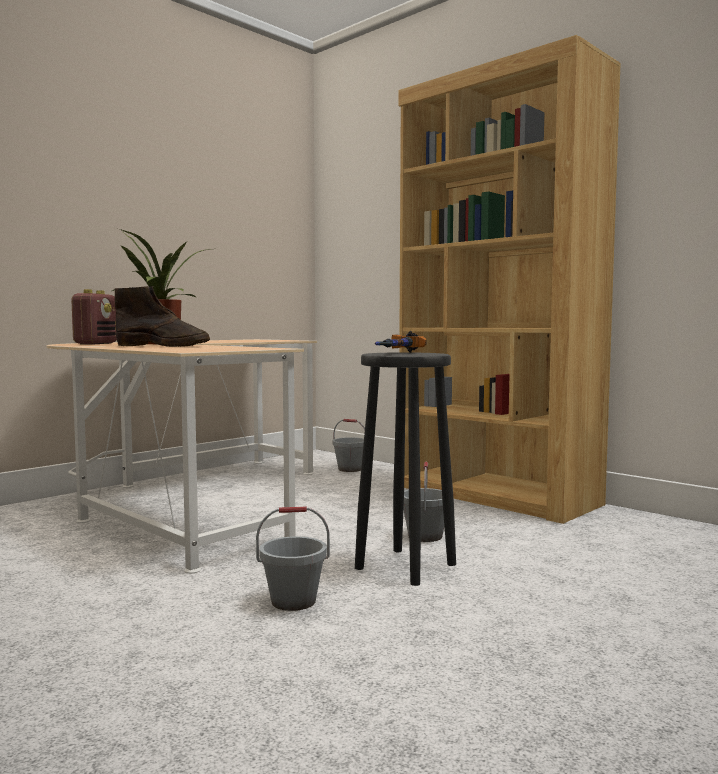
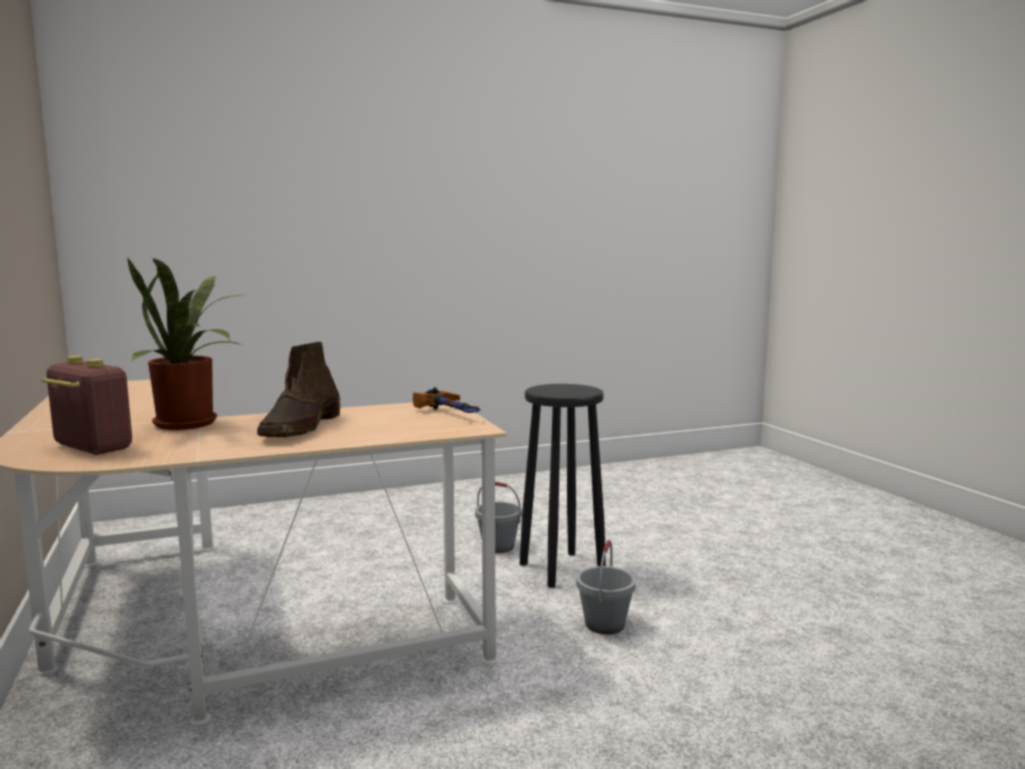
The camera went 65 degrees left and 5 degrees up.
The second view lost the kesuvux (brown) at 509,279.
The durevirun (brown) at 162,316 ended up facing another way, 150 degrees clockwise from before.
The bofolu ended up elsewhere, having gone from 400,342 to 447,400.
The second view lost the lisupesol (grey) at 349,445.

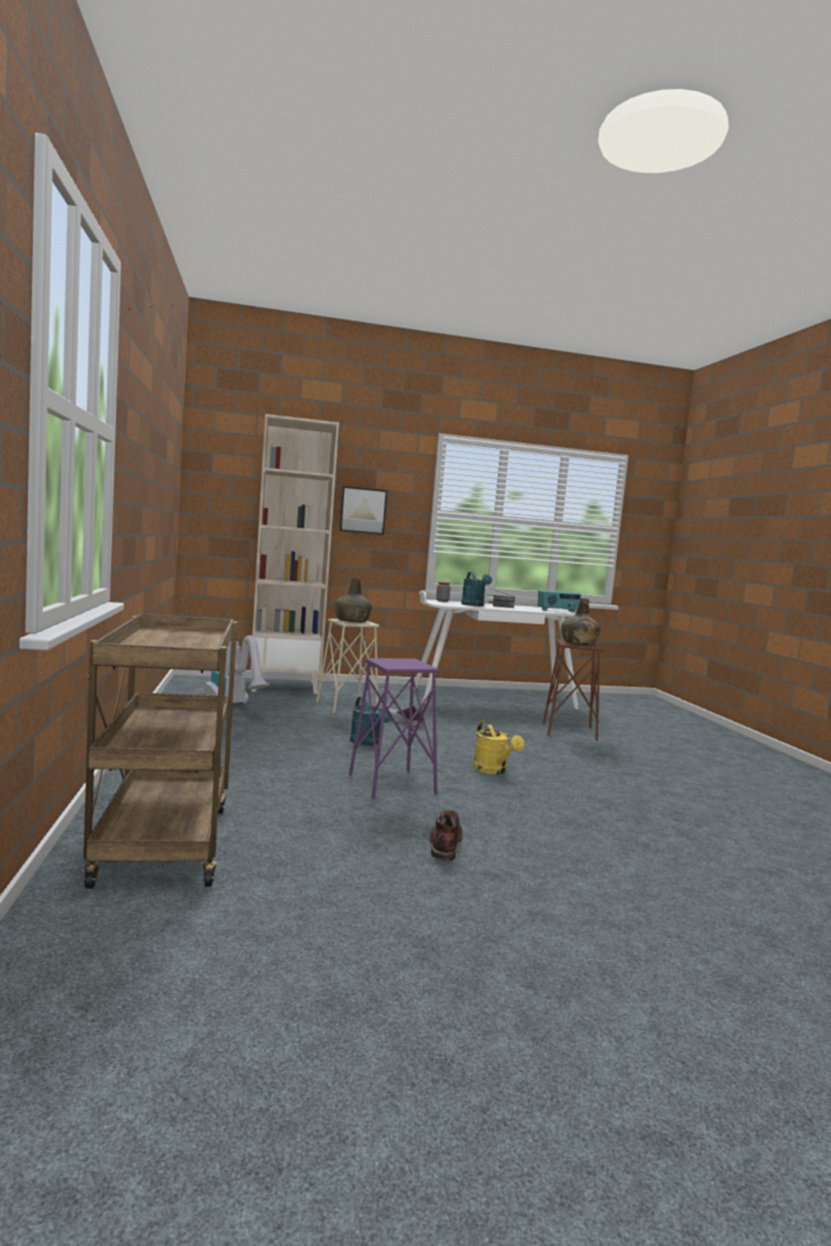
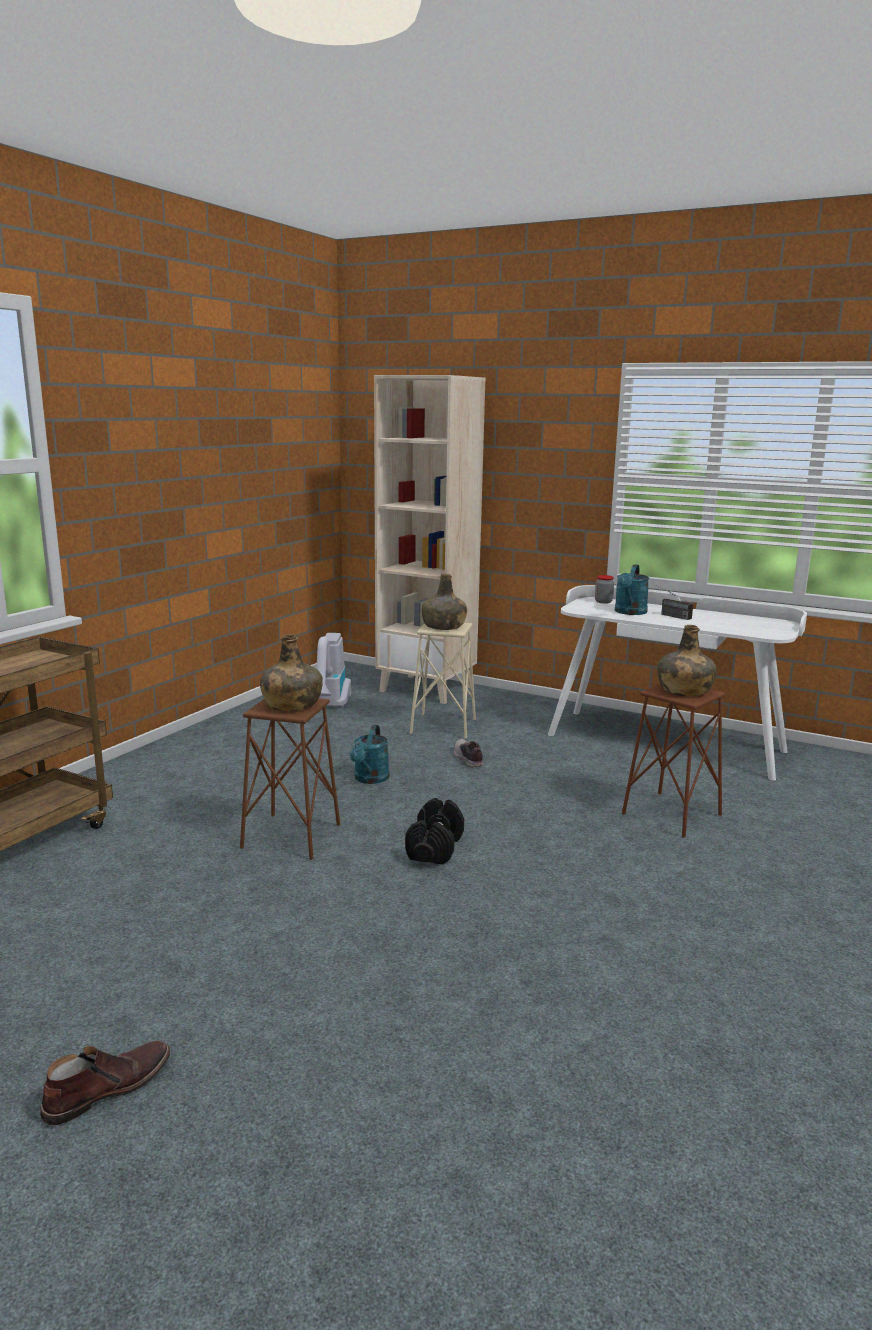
The camera went 40 degrees right and 10 degrees up.
The second view lost the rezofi at 363,510.
The second view lost the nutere at 559,601.
What was the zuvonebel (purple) at 394,728 turned into the zuvonebel (brown) at 290,779.
Where the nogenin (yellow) stood at 498,747, the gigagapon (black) came to stand at 434,831.
The durevirun (brown) ended up elsewhere, having gone from 446,835 to 105,1082.
The second view gained the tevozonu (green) at 291,672.

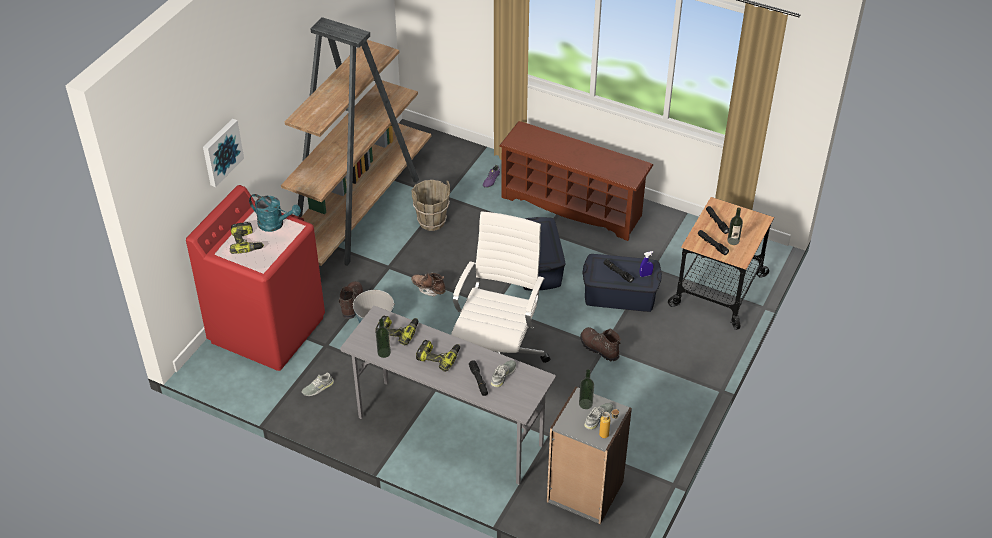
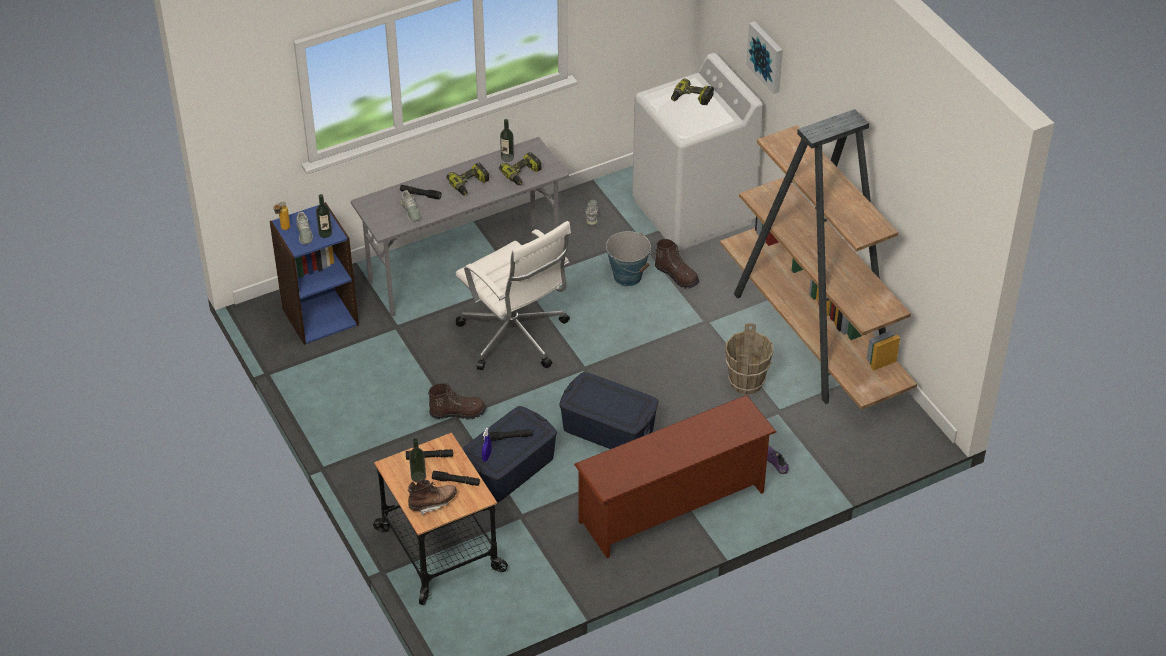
The camera went 125 degrees right and 0 degrees up.
What was the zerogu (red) at 255,278 turned into the zerogu (white) at 697,152.
The second view lost the nogenin (turquoise) at 275,213.
The durevirun (brown) ended up elsewhere, having gone from 428,285 to 432,497.
What was the kesuvux (grey) at 589,455 turned into the kesuvux (blue) at 314,273.

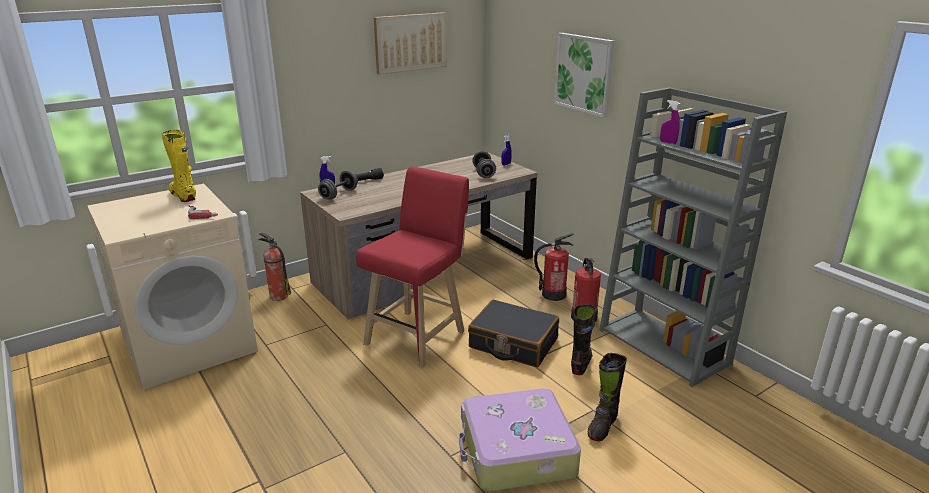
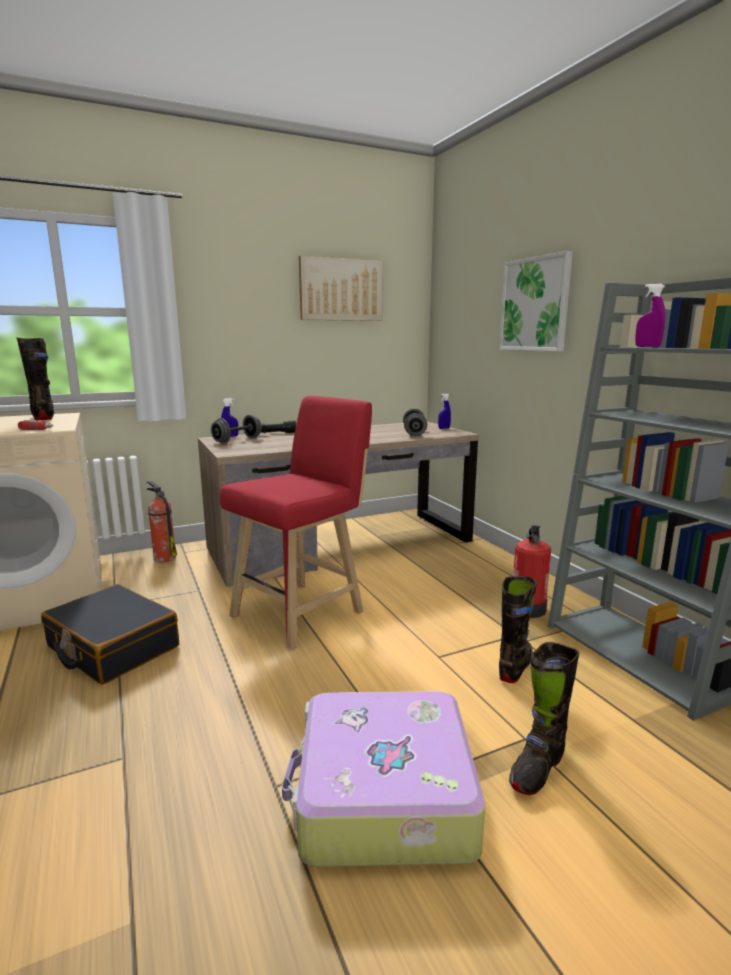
The camera went 10 degrees right and 10 degrees down.
What was the durevirun (yellow) at 179,166 turned into the durevirun (black) at 35,378.
The second view lost the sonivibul at 554,267.
The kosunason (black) ended up elsewhere, having gone from 513,333 to 110,634.

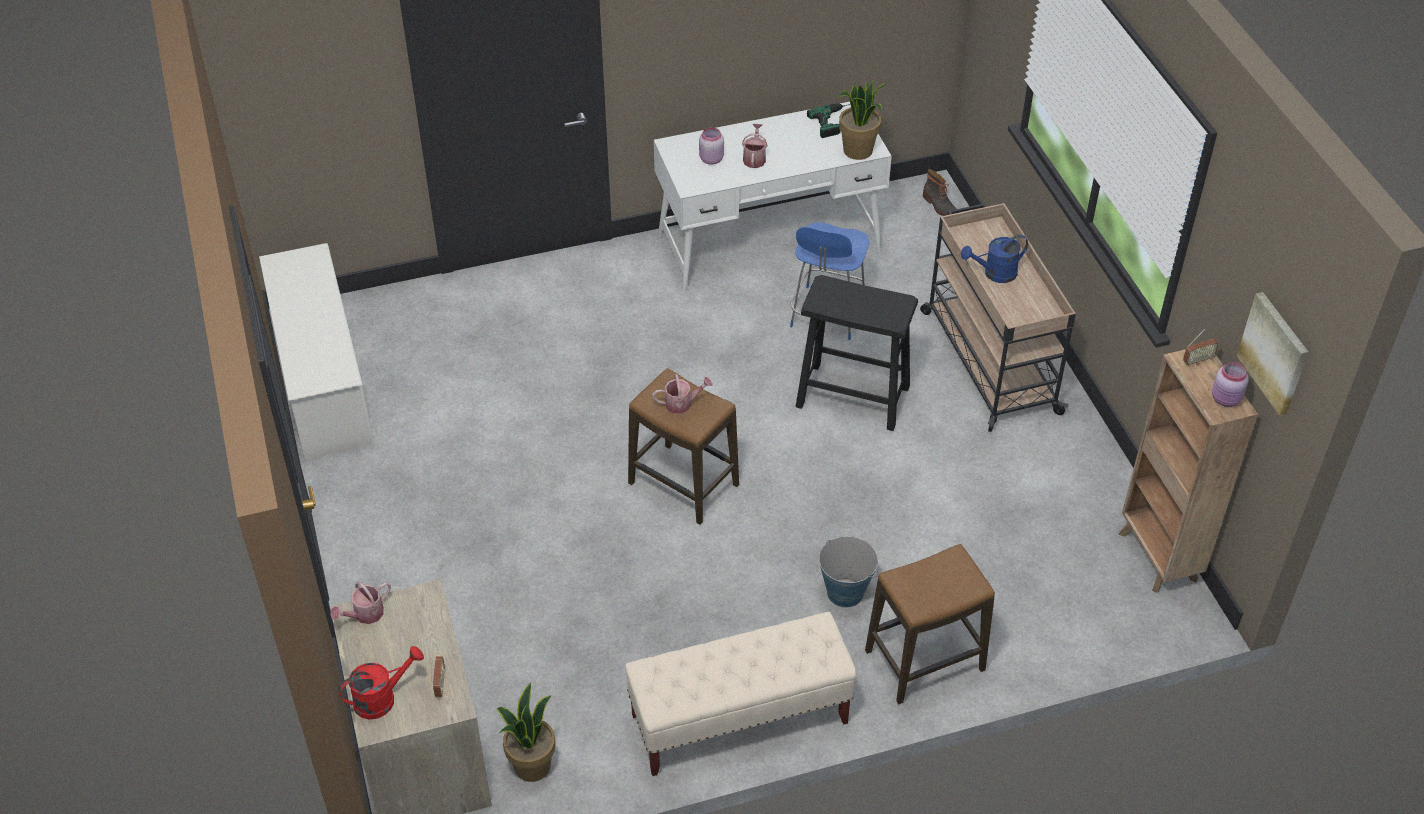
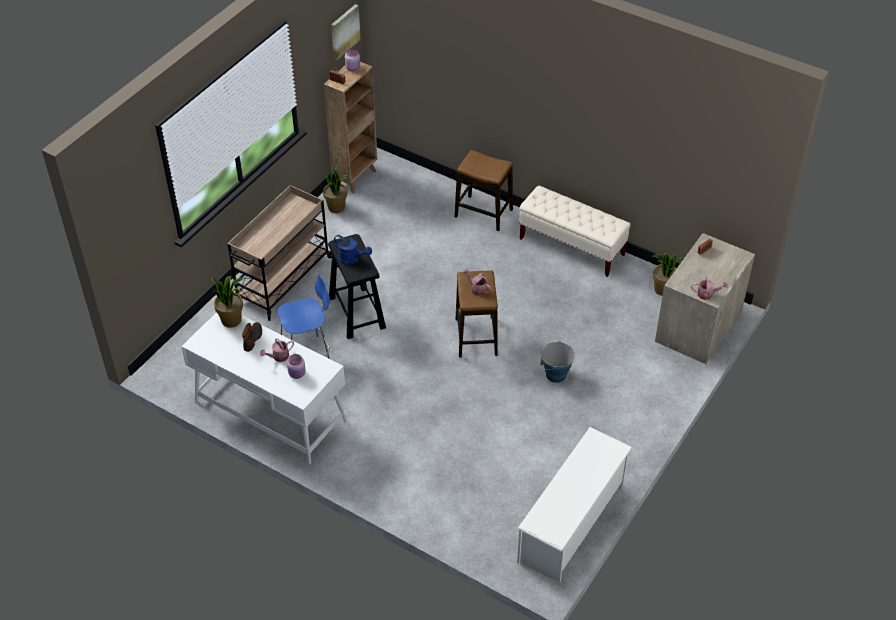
The camera went 130 degrees left and 0 degrees up.
The second view lost the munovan at 829,120.
The durevirun ended up elsewhere, having gone from 940,192 to 252,337.
The nogenin (blue) ended up elsewhere, having gone from 994,259 to 353,250.
The lisupesol ended up elsewhere, having gone from 848,572 to 557,362.
The second view lost the nogenin (red) at 381,683.
The second view gained the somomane at 336,189.

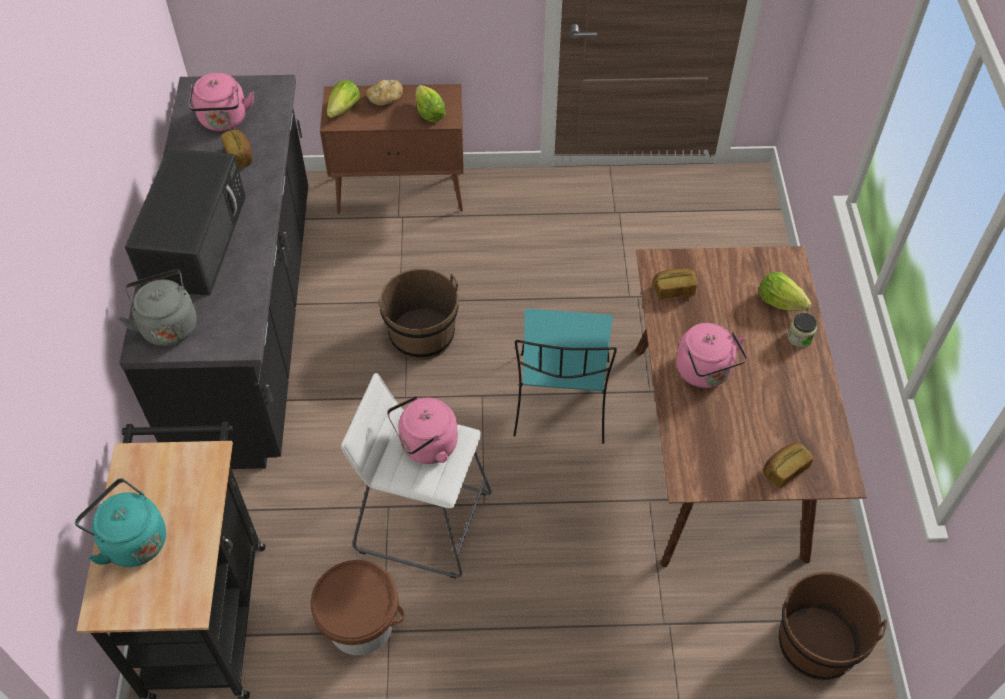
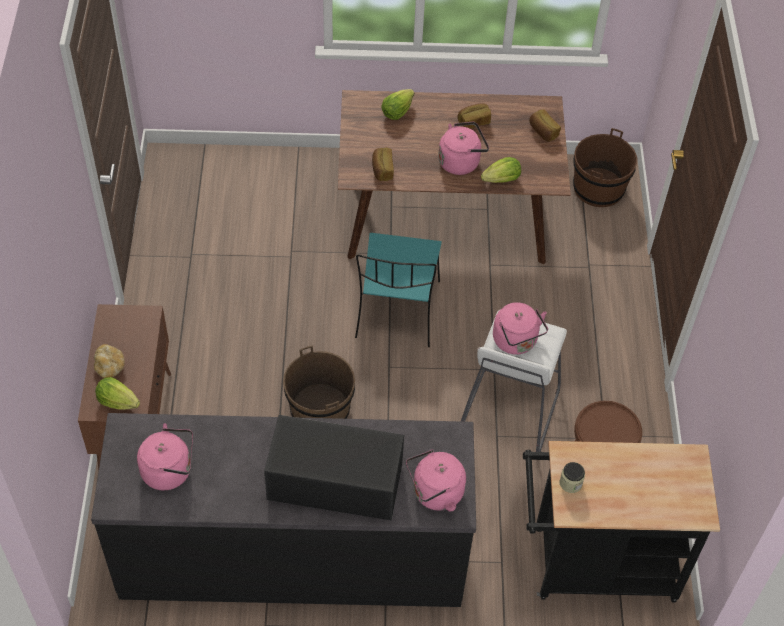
The camera went 90 degrees left and 0 degrees up.
The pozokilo ended up elsewhere, having gone from 431,103 to 501,170.
The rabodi ended up elsewhere, having gone from 237,149 to 474,116.
What was the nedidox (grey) at 158,307 turned into the nedidox (pink) at 436,480.
The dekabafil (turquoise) at 565,376 ended up facing another way, 90 degrees clockwise from before.
The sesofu ended up elsewhere, having gone from 802,330 to 572,477.
The second view lost the nedidox (turquoise) at 120,522.

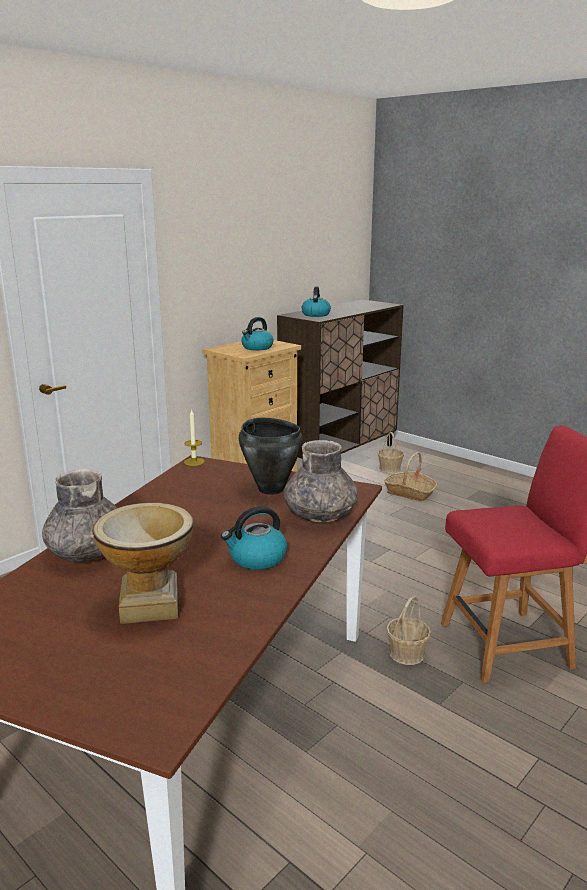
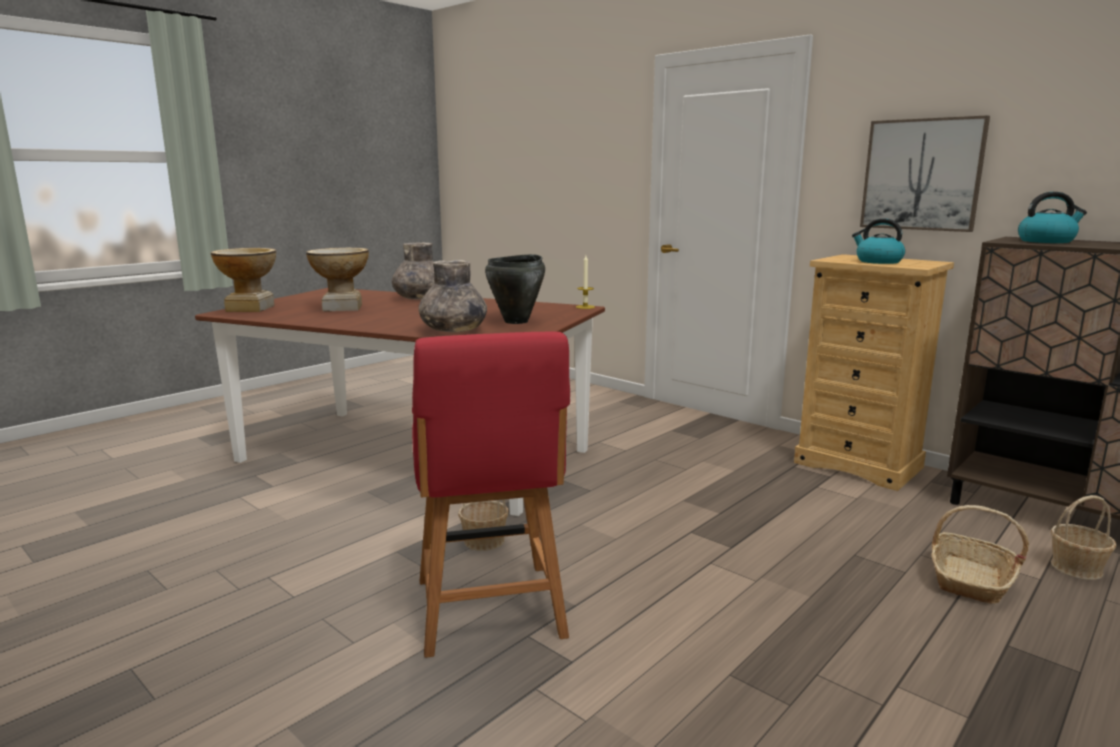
The camera went 90 degrees right and 5 degrees down.
The second view lost the nedidox at 254,538.
The second view gained the rezofi at 925,173.
The second view gained the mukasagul at 243,280.

